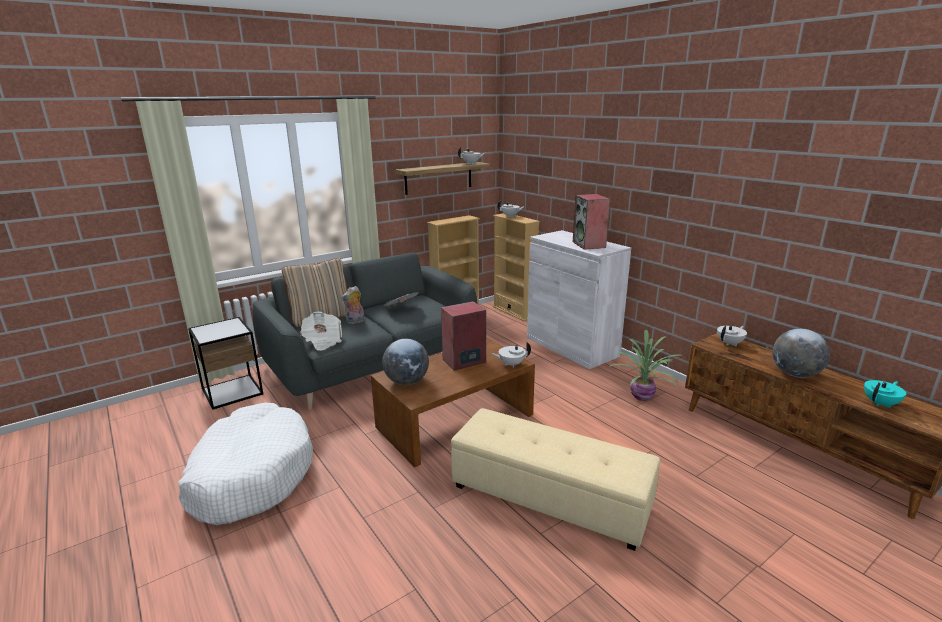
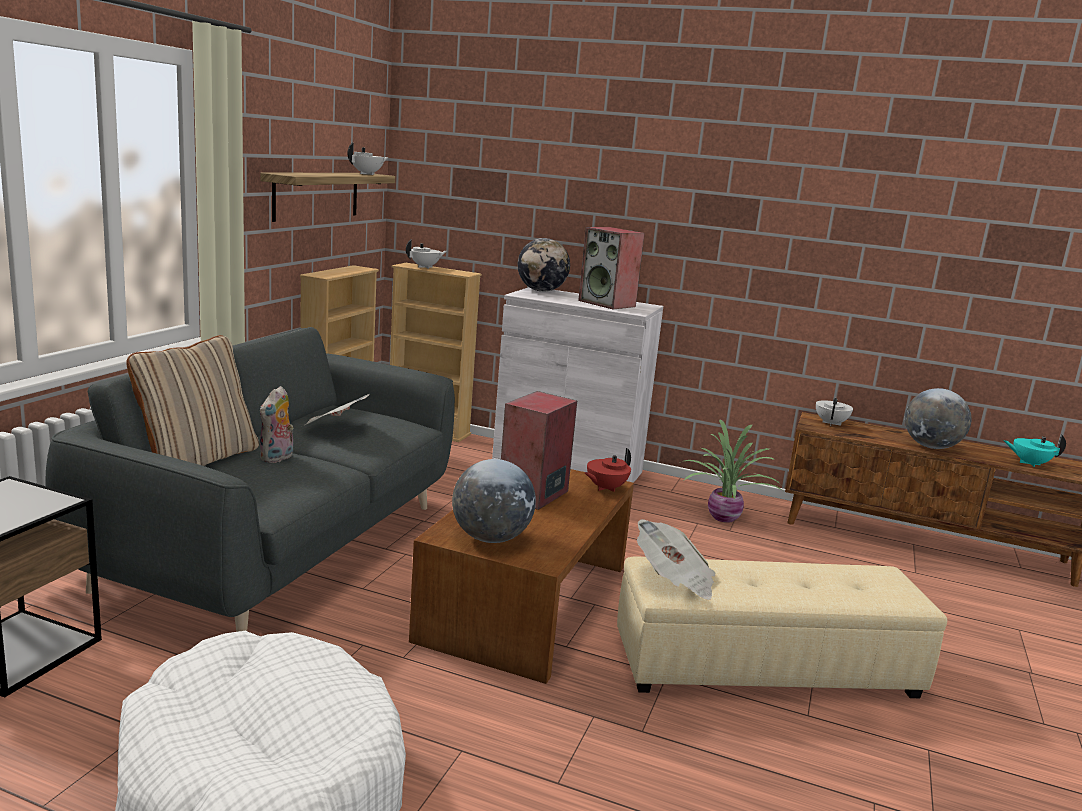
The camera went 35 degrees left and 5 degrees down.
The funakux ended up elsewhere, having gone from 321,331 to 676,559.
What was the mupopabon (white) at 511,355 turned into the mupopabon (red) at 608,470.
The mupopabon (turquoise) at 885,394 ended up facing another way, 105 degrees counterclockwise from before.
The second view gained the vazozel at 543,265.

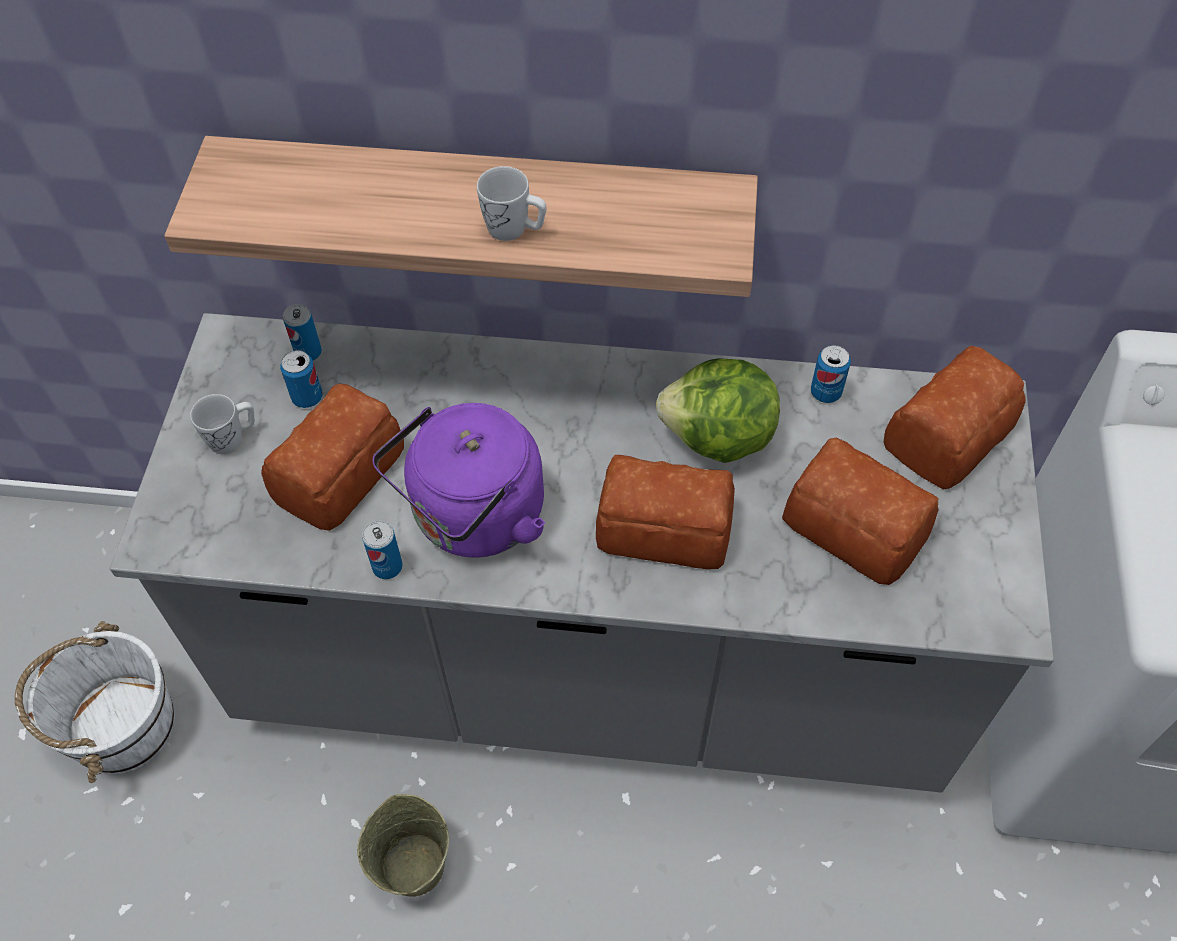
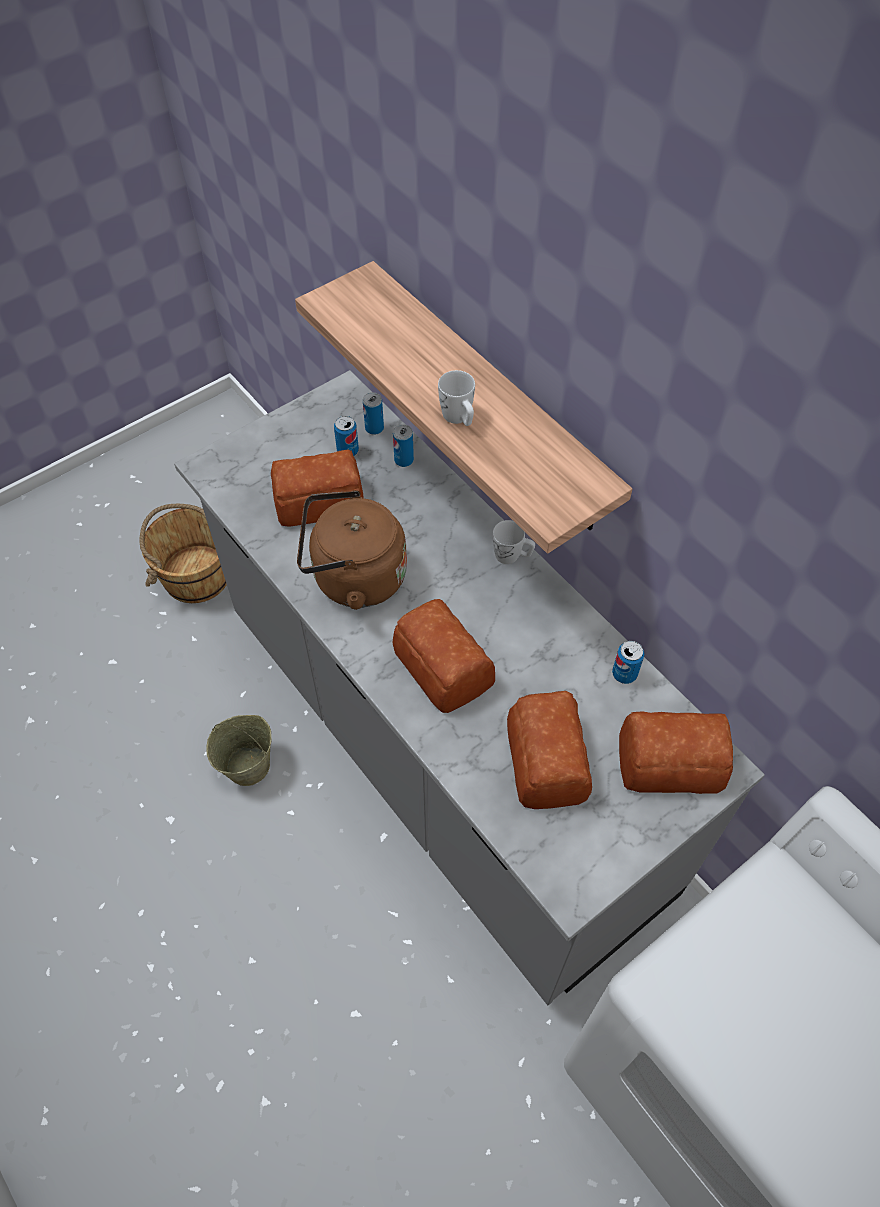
The camera went 45 degrees right and 0 degrees up.
The second view lost the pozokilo at 718,410.
The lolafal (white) ended up elsewhere, having gone from 222,424 to 514,542.
What was the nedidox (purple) at 458,480 turned into the nedidox (brown) at 352,550.
The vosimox ended up elsewhere, having gone from 382,550 to 403,445.
What was the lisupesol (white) at 95,702 turned into the lisupesol (brown) at 183,553.

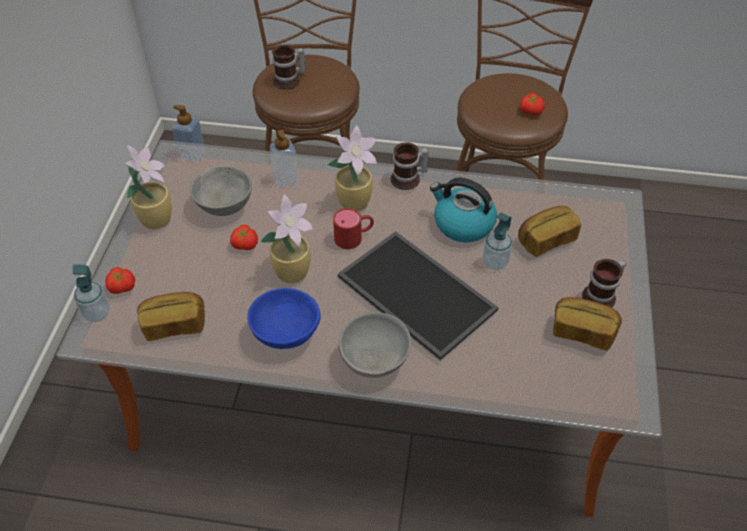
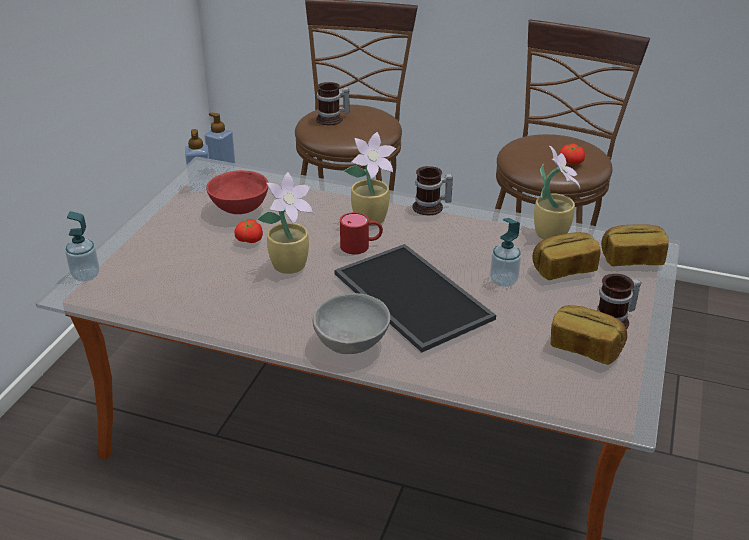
The camera went 10 degrees right and 15 degrees down.
The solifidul ended up elsewhere, having gone from 284,159 to 198,160.
The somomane ended up elsewhere, having gone from 148,187 to 557,193.
What was the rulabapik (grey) at 221,190 turned into the rulabapik (red) at 237,192.
The second view lost the nedidox at 463,210.
The second view lost the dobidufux at 120,280.
The second view lost the rulabapik (blue) at 283,318.
The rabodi ended up elsewhere, having gone from 171,316 to 635,245.

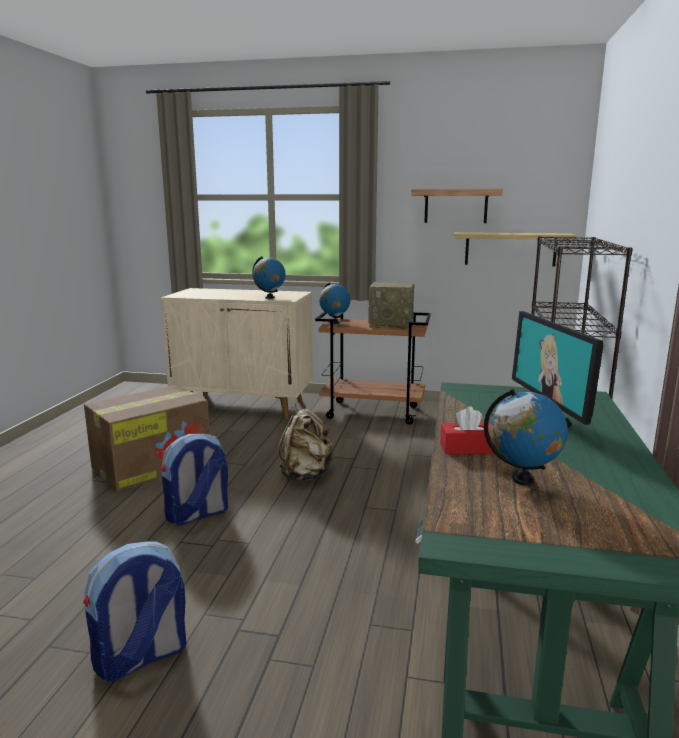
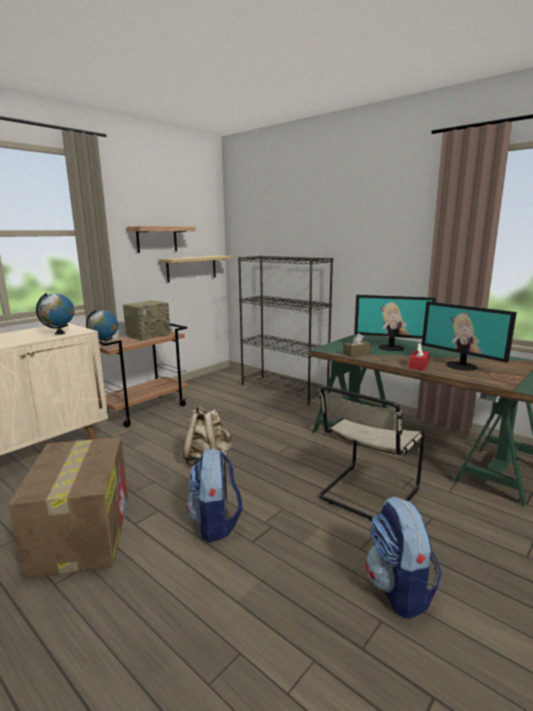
The camera went 60 degrees left and 0 degrees up.
Where the vazozel stood at 526,437, the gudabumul came to stand at 469,336.
The second view gained the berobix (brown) at 357,345.
The second view gained the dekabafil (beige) at 372,453.

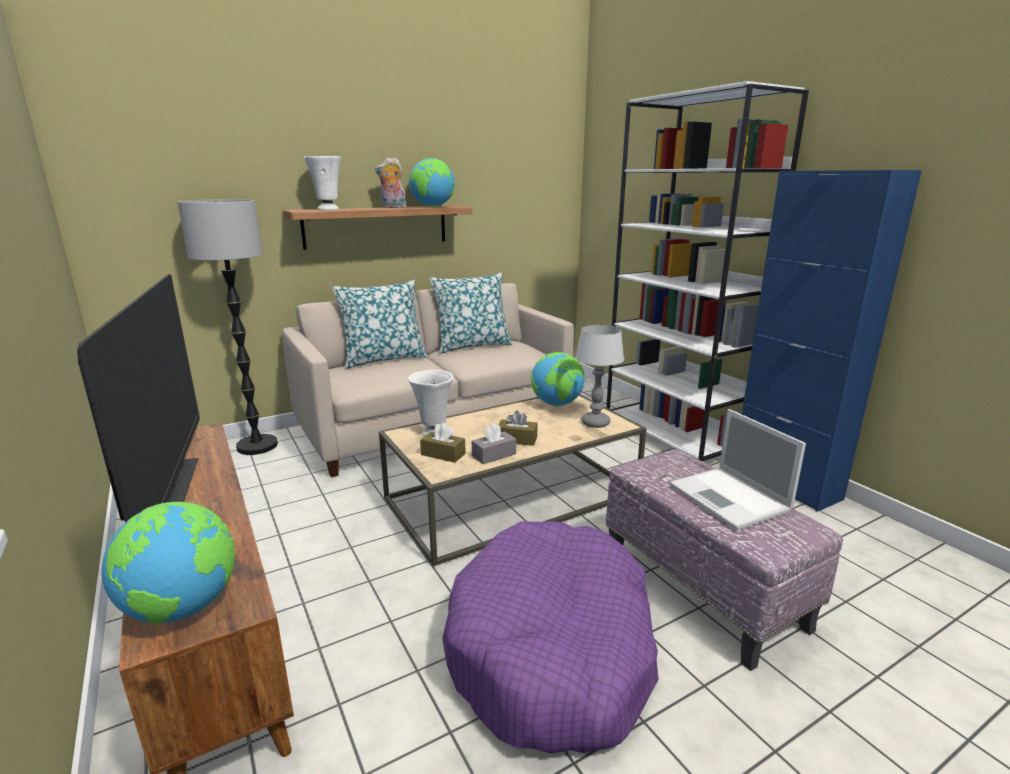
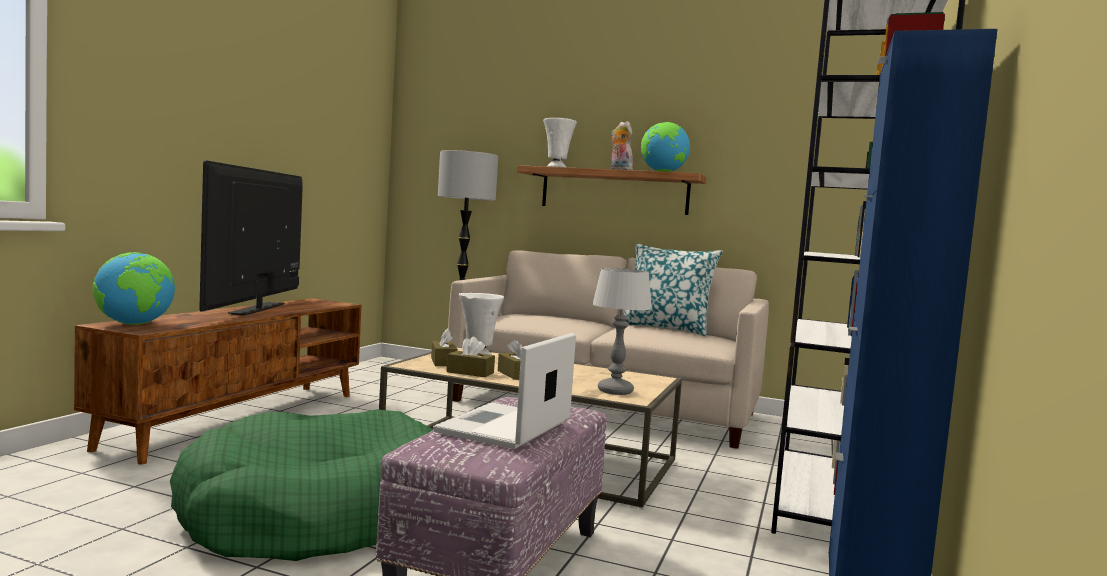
The camera went 50 degrees right and 15 degrees down.
The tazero at 138,398 ended up facing another way, 150 degrees clockwise from before.
The second view lost the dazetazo at 379,324.
The second view lost the vazozel at 558,379.
What was the berobix (grey) at 494,443 turned into the berobix (brown) at 471,357.
What was the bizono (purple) at 550,638 turned into the bizono (green) at 301,485.

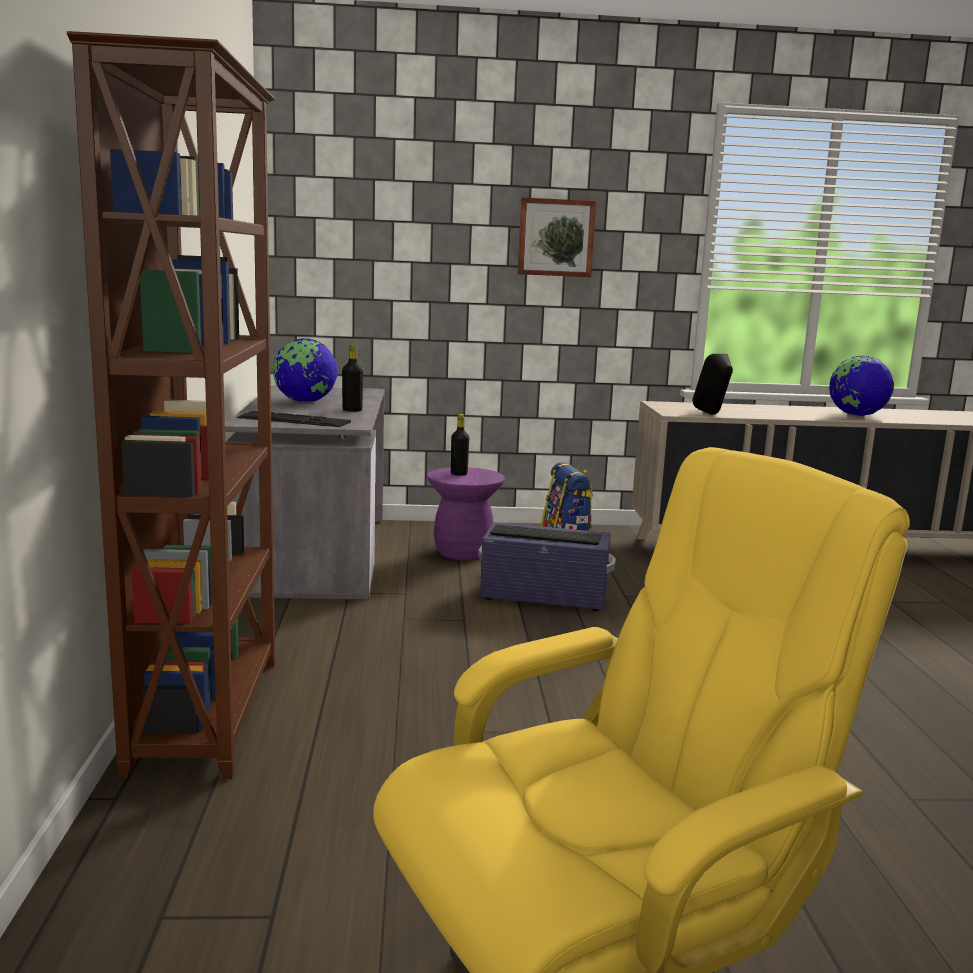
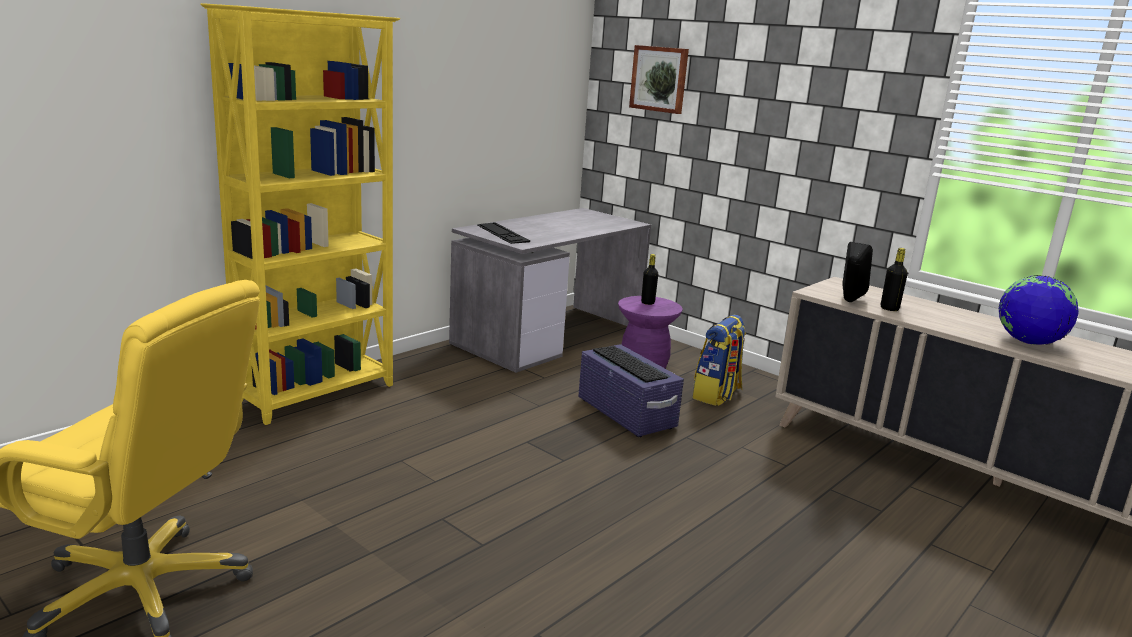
The camera went 45 degrees right and 5 degrees up.
What was the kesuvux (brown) at 171,405 turned into the kesuvux (yellow) at 300,214.
The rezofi ended up elsewhere, having gone from 557,237 to 659,79.
The second view lost the vazozel at 305,370.
The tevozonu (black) ended up elsewhere, having gone from 352,378 to 894,279.

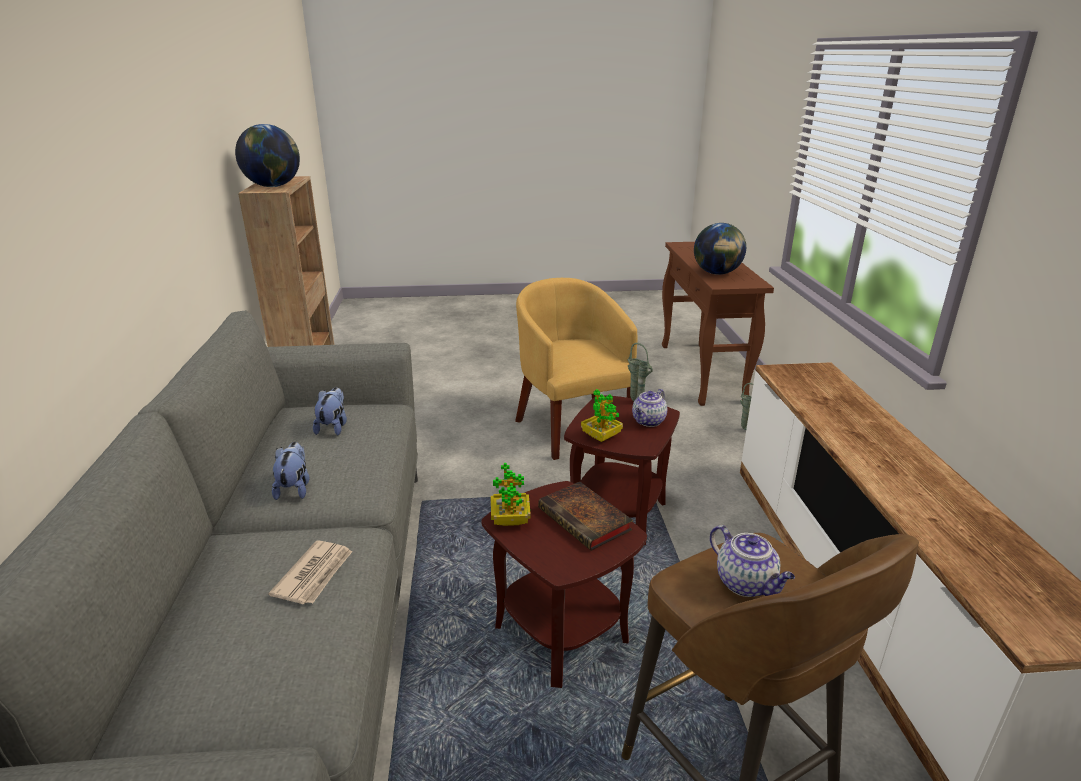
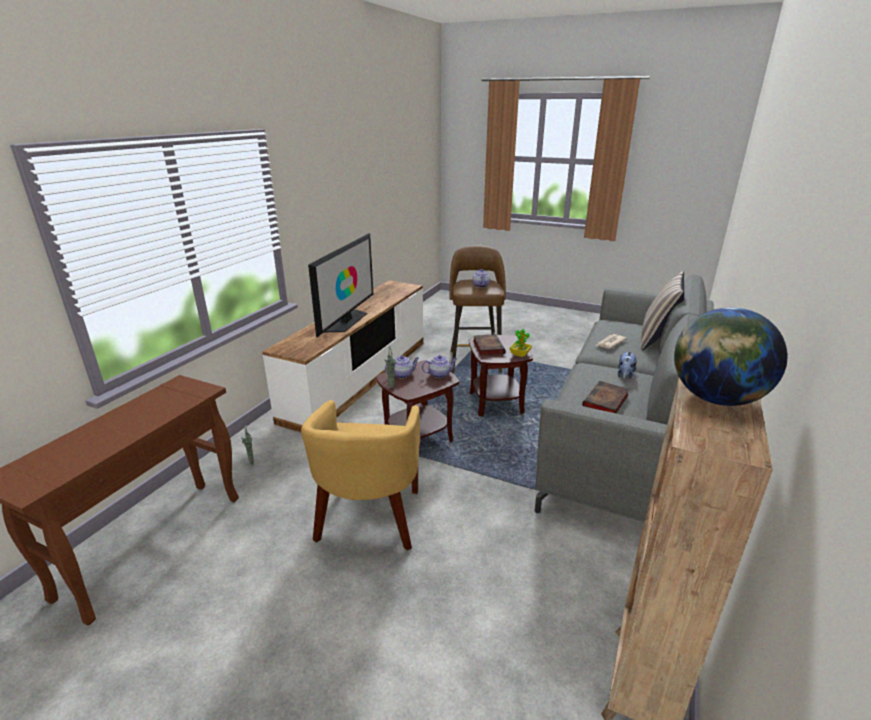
The camera went 150 degrees left and 0 degrees up.
The second view lost the vazozel at 720,249.
Where the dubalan stood at 330,411, the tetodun came to stand at 606,397.
Where the somomane stood at 602,415, the mupopabon came to stand at 439,366.
The second view gained the tazero at 341,285.
The second view gained the dazetazo at 662,311.

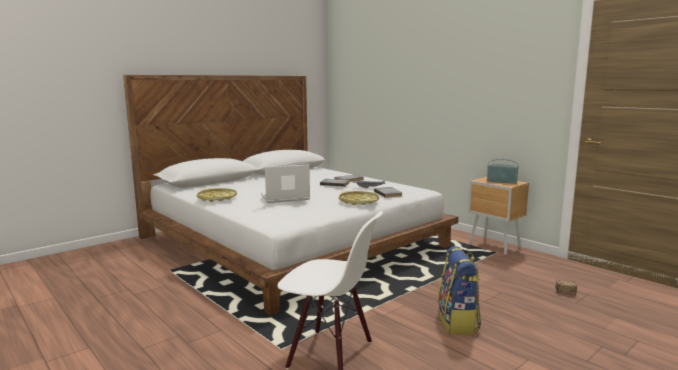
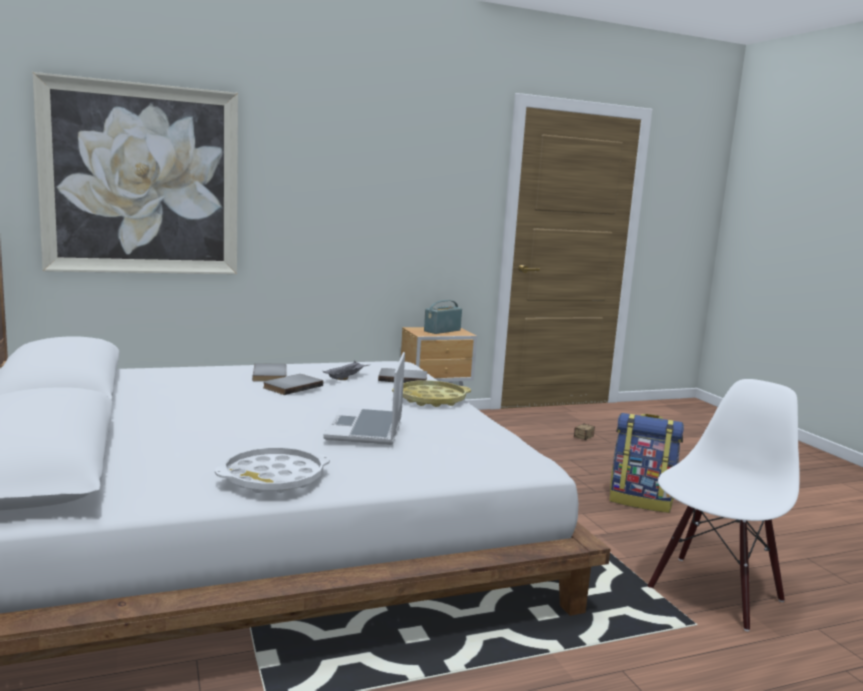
The camera went 70 degrees left and 0 degrees up.
What was the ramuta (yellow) at 217,195 turned into the ramuta (white) at 272,470.
The second view gained the rezofi at 135,173.

